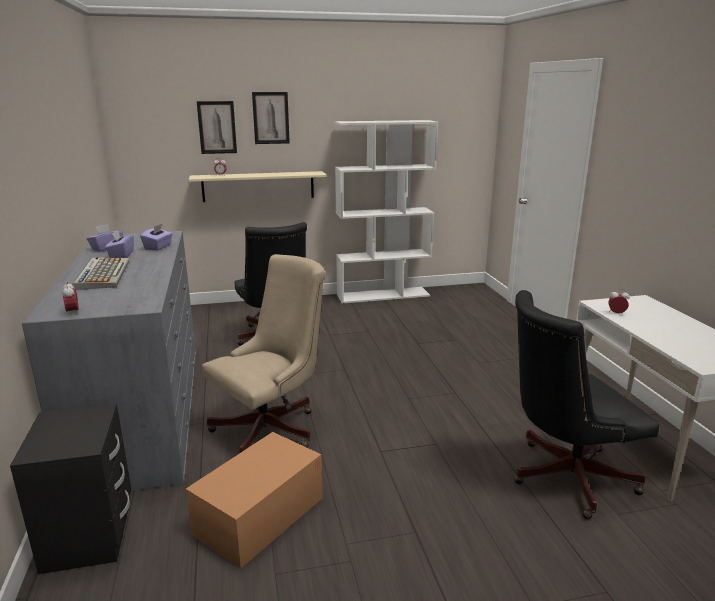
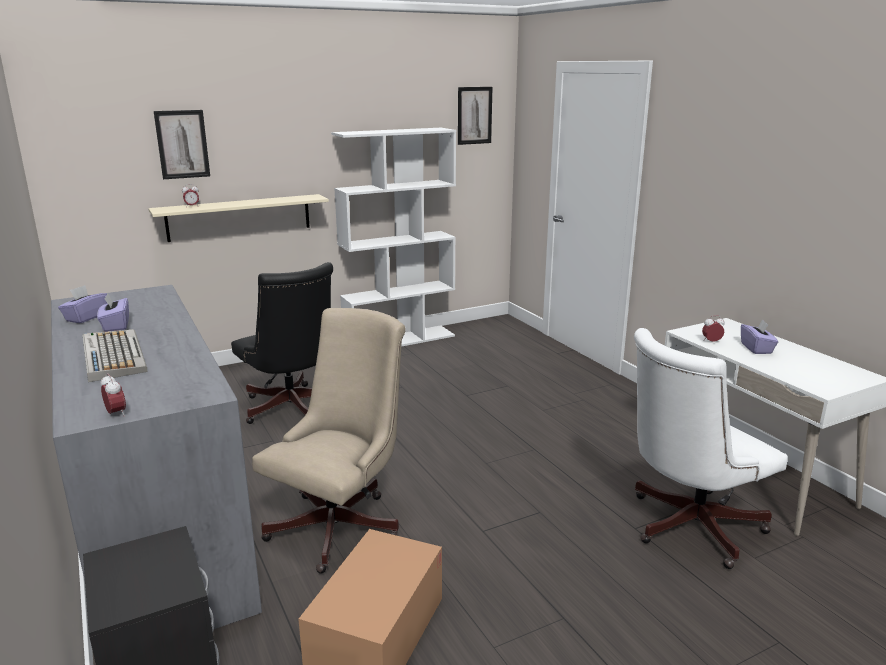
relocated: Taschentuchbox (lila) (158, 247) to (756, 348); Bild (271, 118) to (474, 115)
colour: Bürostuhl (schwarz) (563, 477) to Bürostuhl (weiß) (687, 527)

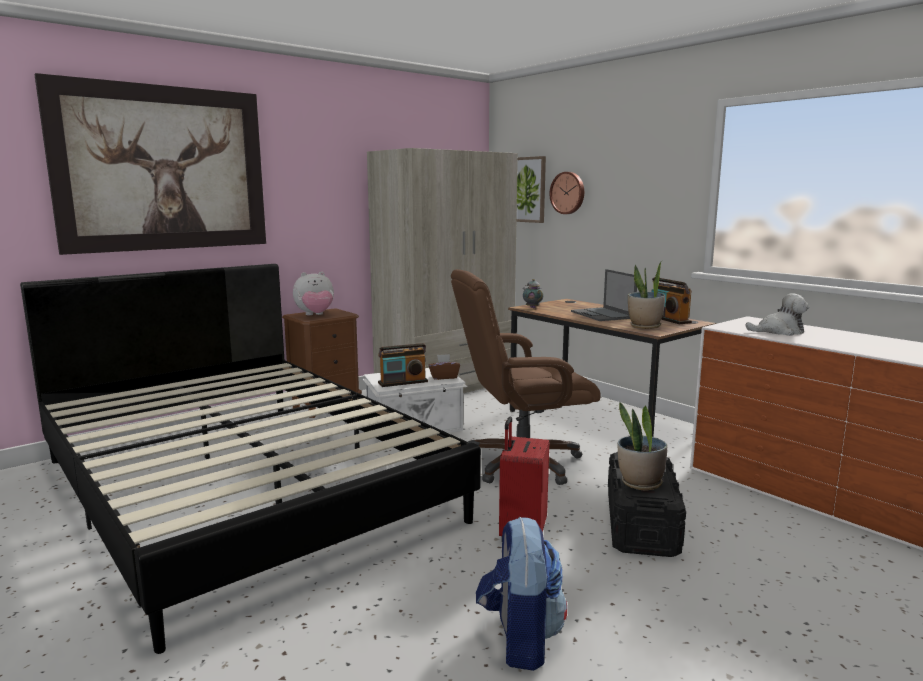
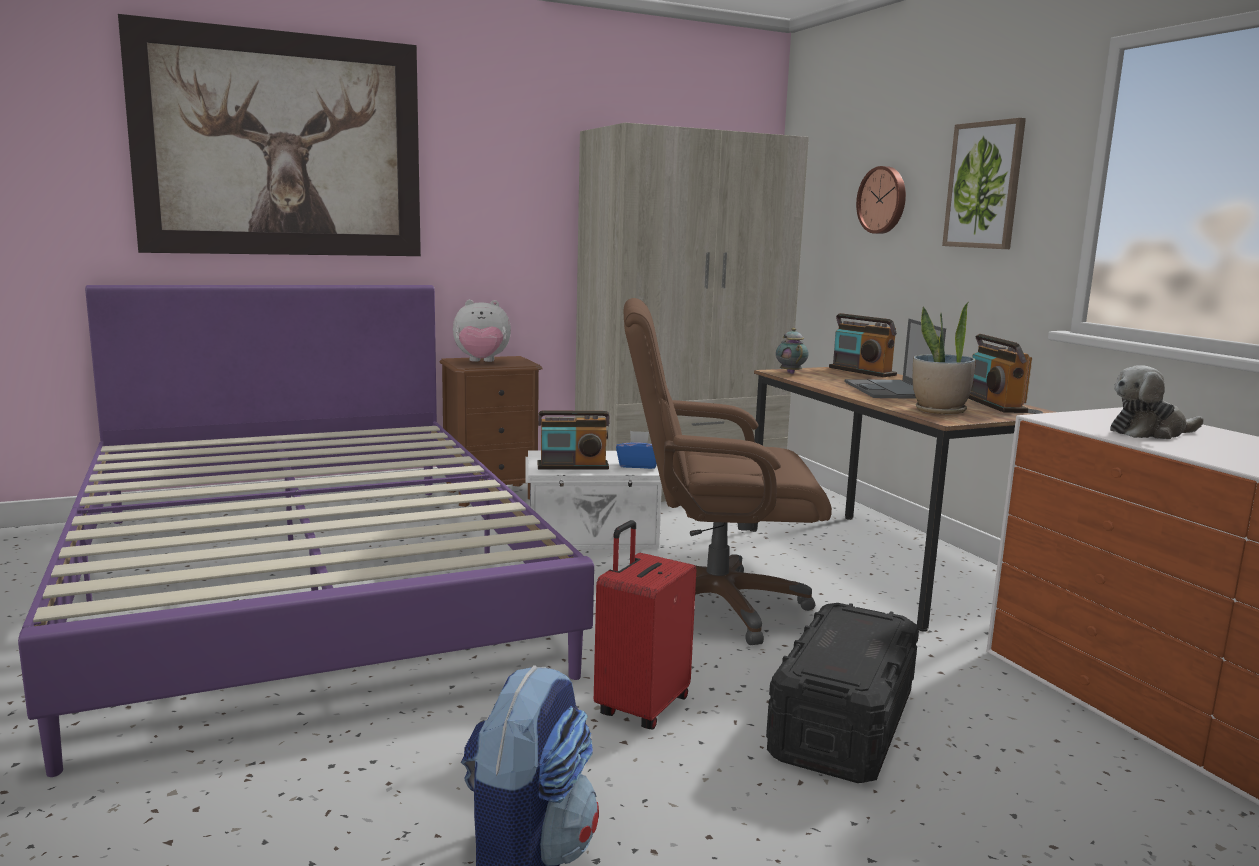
missing: Topfpflanze (640, 483)
appeared: Radio (861, 371)
relocated: Bild (528, 189) to (984, 185)
colour: Bett (schwarz) (242, 487) to Bett (lila) (307, 584); Taschentuchbox (braun) (444, 377) to Taschentuchbox (blau) (638, 465)
spun: Plüschtier (779, 331) = (1150, 433) 150 degrees clockwise

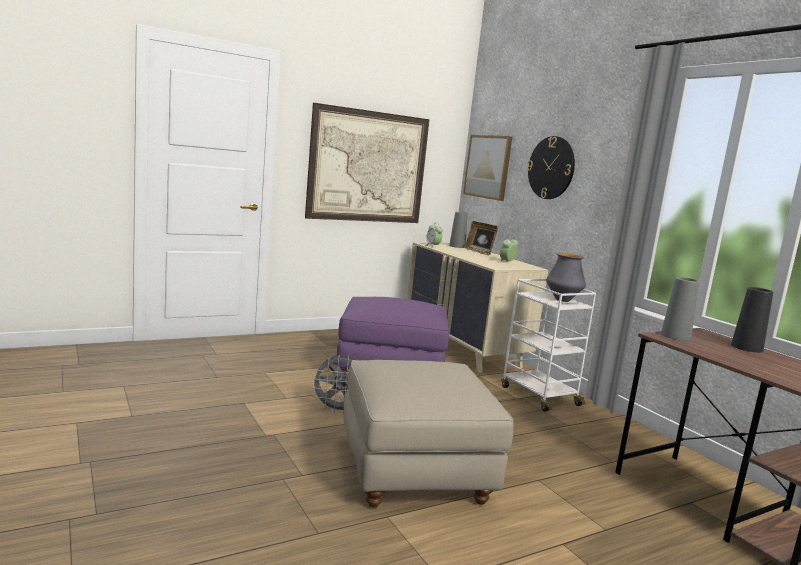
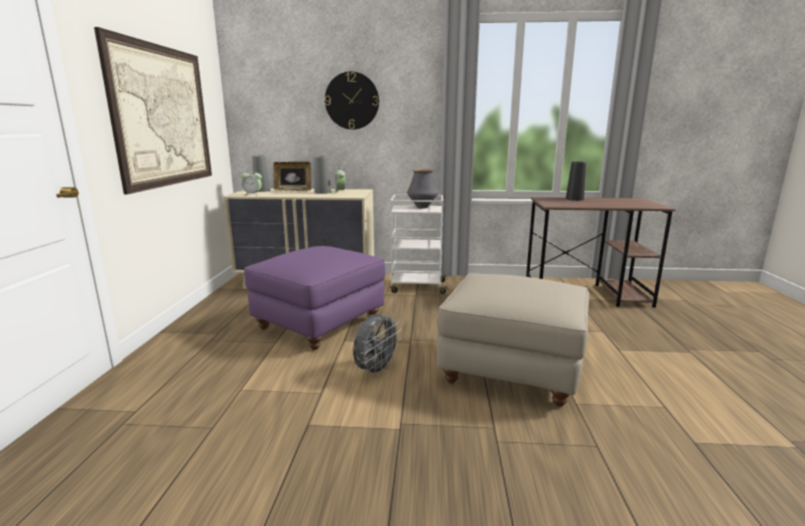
missing: Bild (488, 167)
relocated: Vase (grau) (675, 336) to (322, 192)

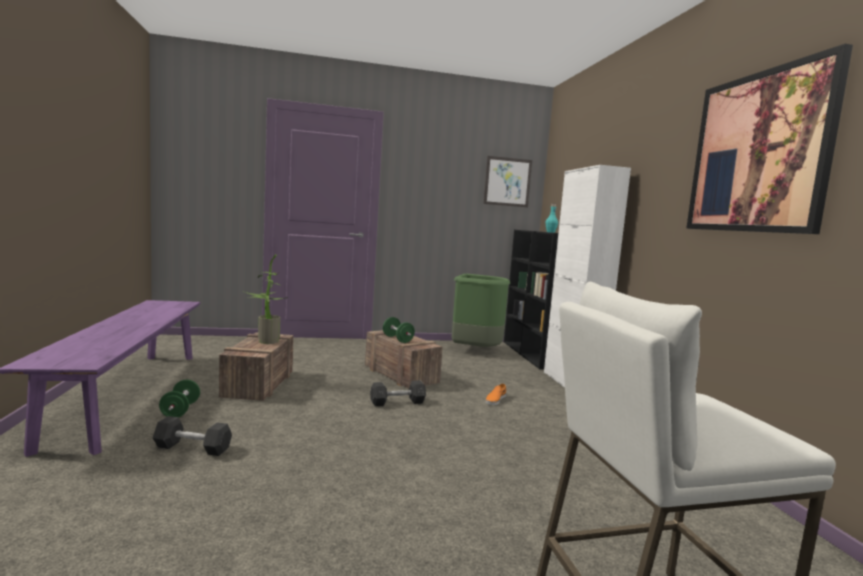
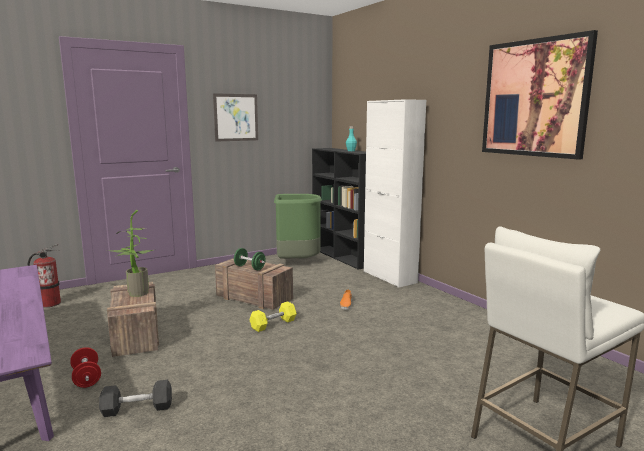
appeared: Feuerlöscher (49, 304)
relocated: Bild (507, 182) to (236, 117)
colour: Hantel (grün) (180, 410) to Hantel (rot) (86, 378); Hantel (grau) (397, 402) to Hantel (gelb) (273, 324)

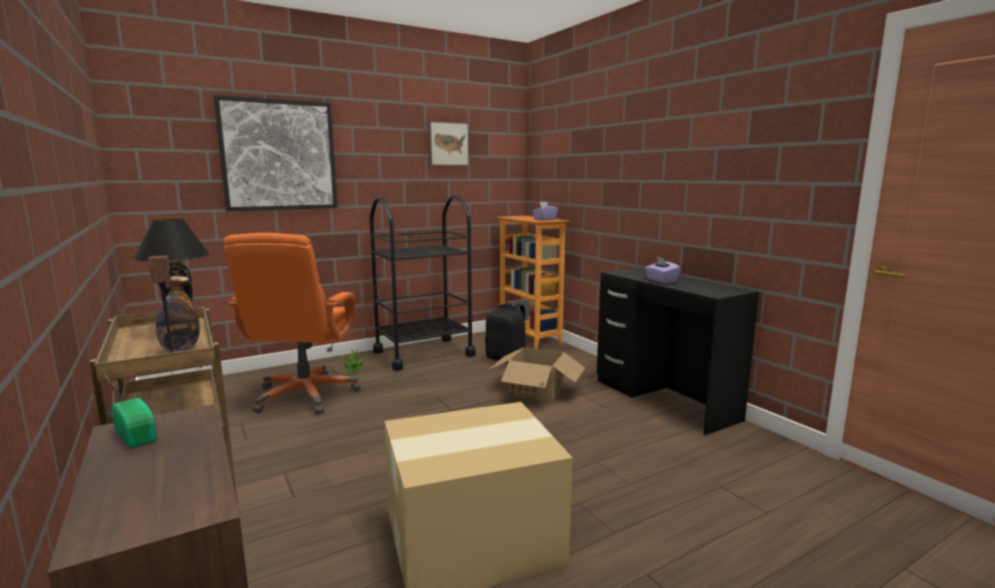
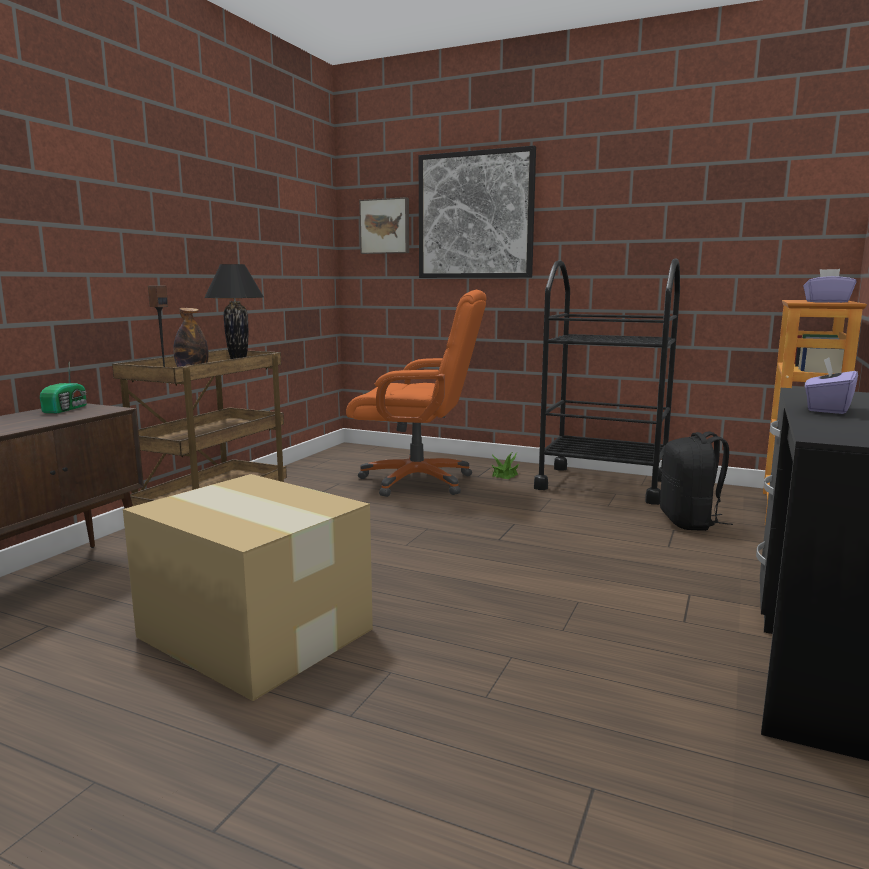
missing: Karton (536, 390)
relocated: Bild (447, 144) to (385, 226)
spun: Bürostuhl (orange) (305, 395) = (418, 481) 135 degrees counterclockwise

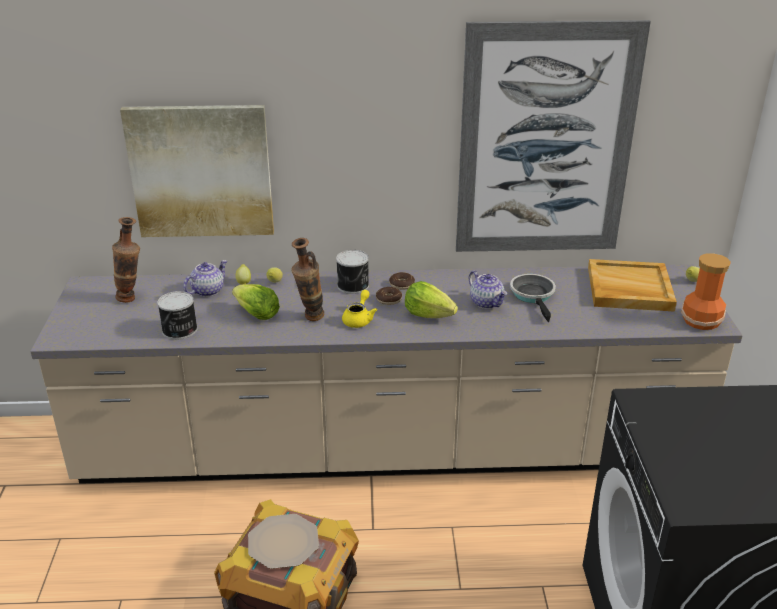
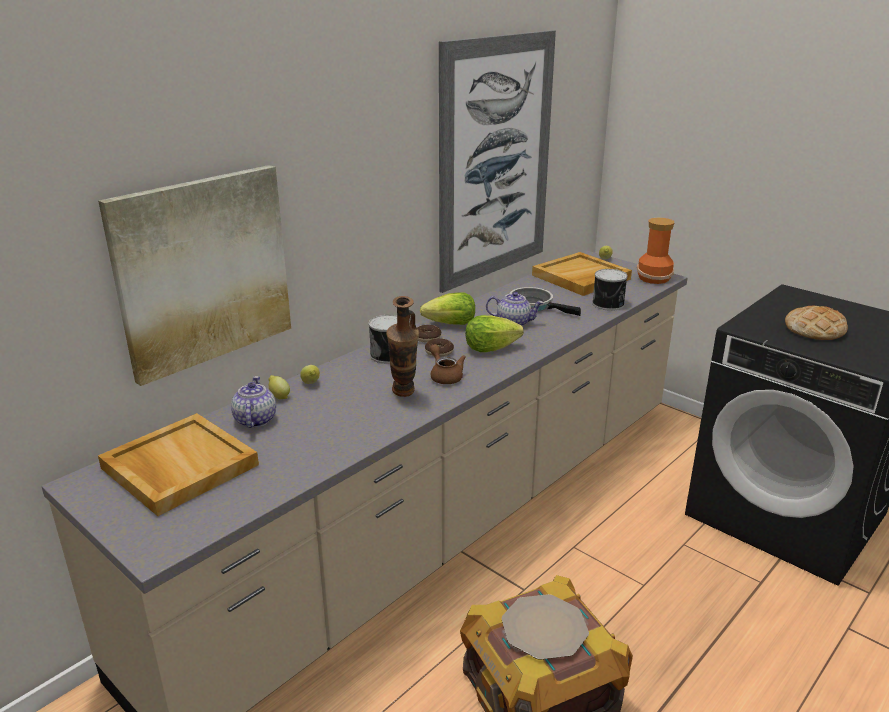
appeared: Brot (815, 329)
relocated: Dose (179, 330) to (609, 304); Salatkopf (257, 314) to (451, 324)
exchanged: Vase (132, 299) to Tablett (beige) (178, 466)
colour: Teekanne (gelb) (359, 319) to Teekanne (braun) (445, 376)

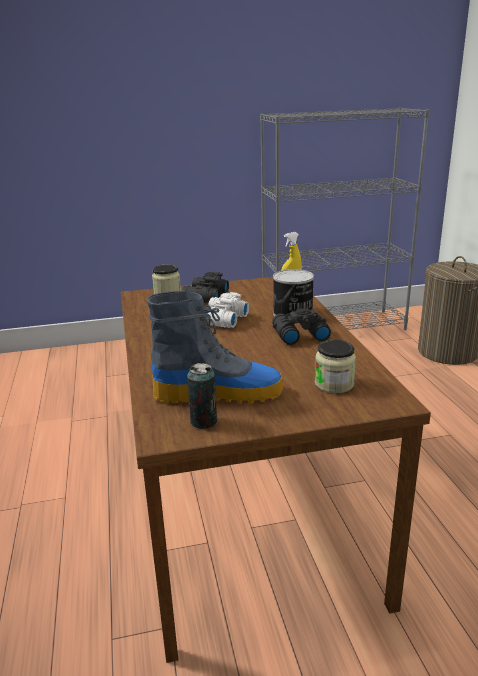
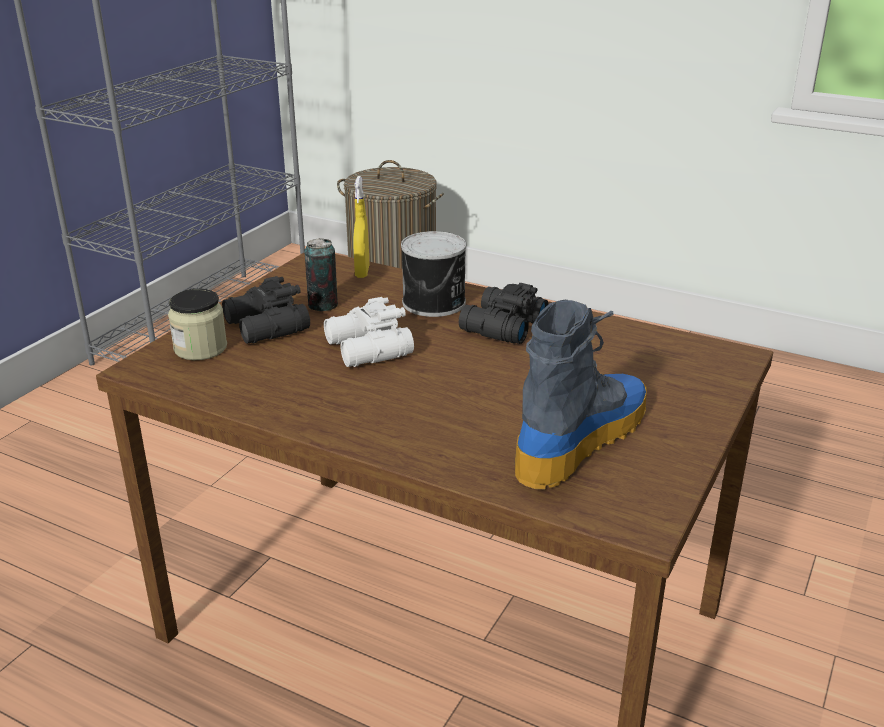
missing: Vorratsglas (334, 384)
relocated: Dose (203, 422) to (323, 305)

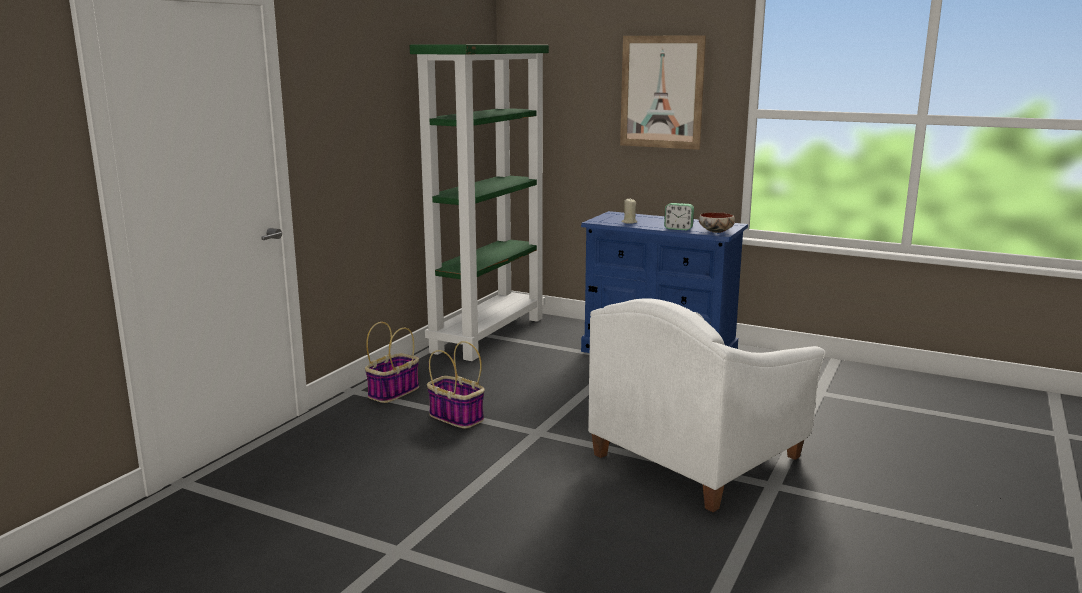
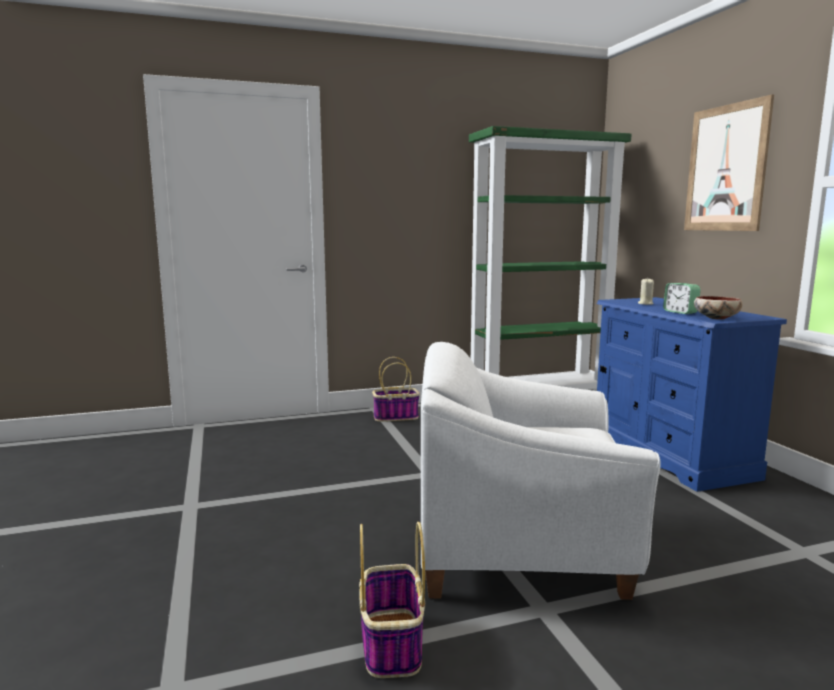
relocated: Korb (455, 417) to (391, 642)

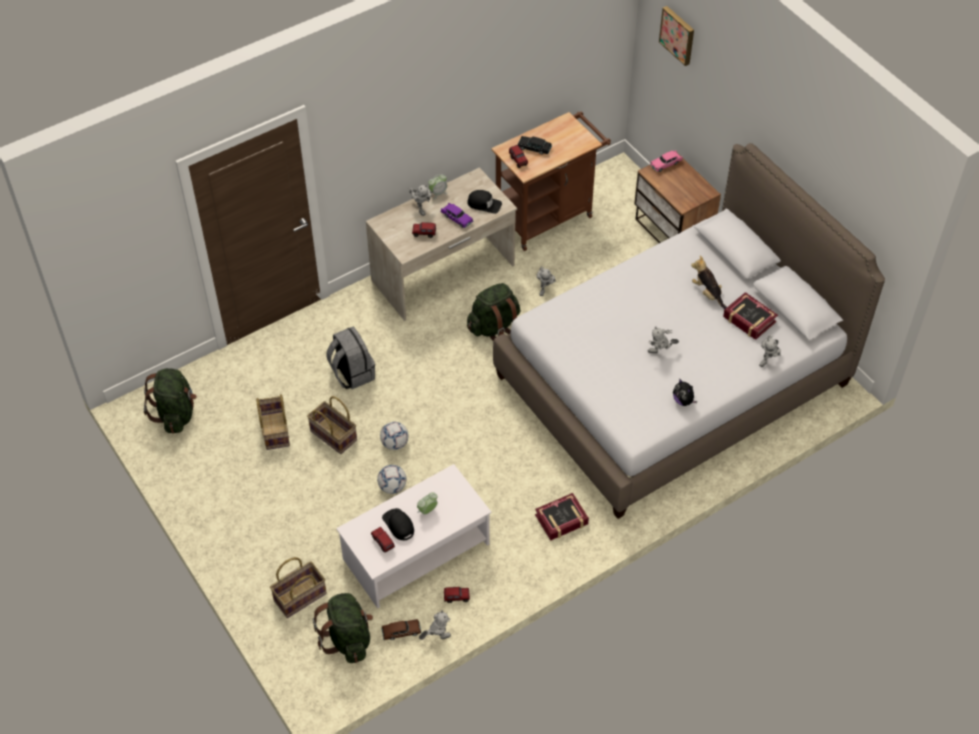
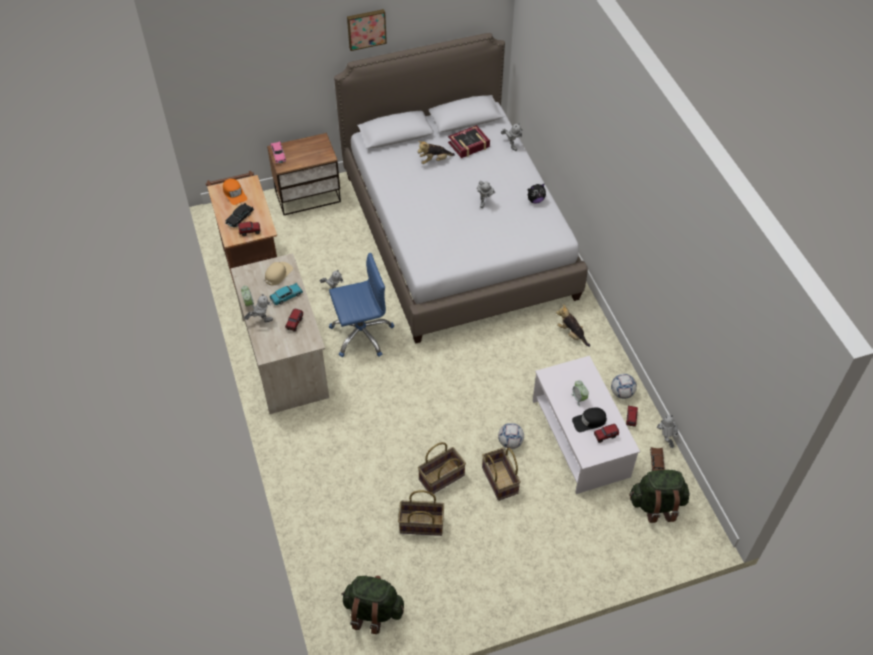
missing: Rucksack (grau) (352, 373)
appeared: Kappe (orange) (234, 194)
relocated: Korb (300, 596) to (499, 480); Fußball (394, 443) to (622, 393); Bild (678, 35) to (366, 28)
exchanged: Rucksack (grün) (494, 327) to Bürostuhl (blau) (361, 334); Buch (561, 520) to Plüschtier (571, 334)
colour: Spielzeugauto (lila) (456, 218) to Spielzeugauto (türkis) (286, 297); Kappe (schwarz) (484, 204) to Kappe (beige) (278, 274)

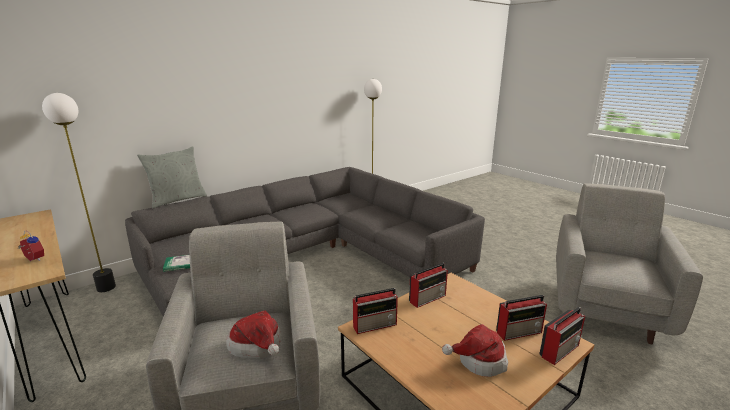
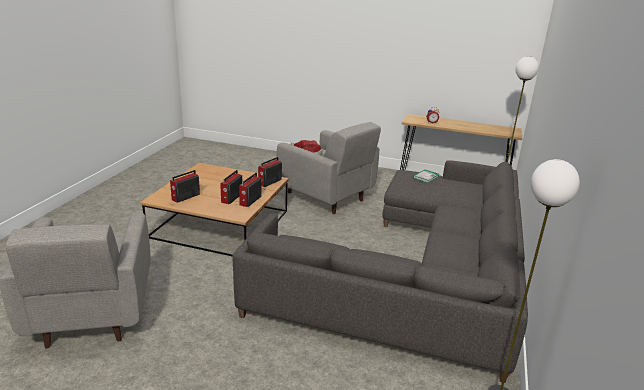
missing: Kissen (grau) (177, 200); Hut (479, 360)
relocated: Radio (560, 350) to (231, 198)

